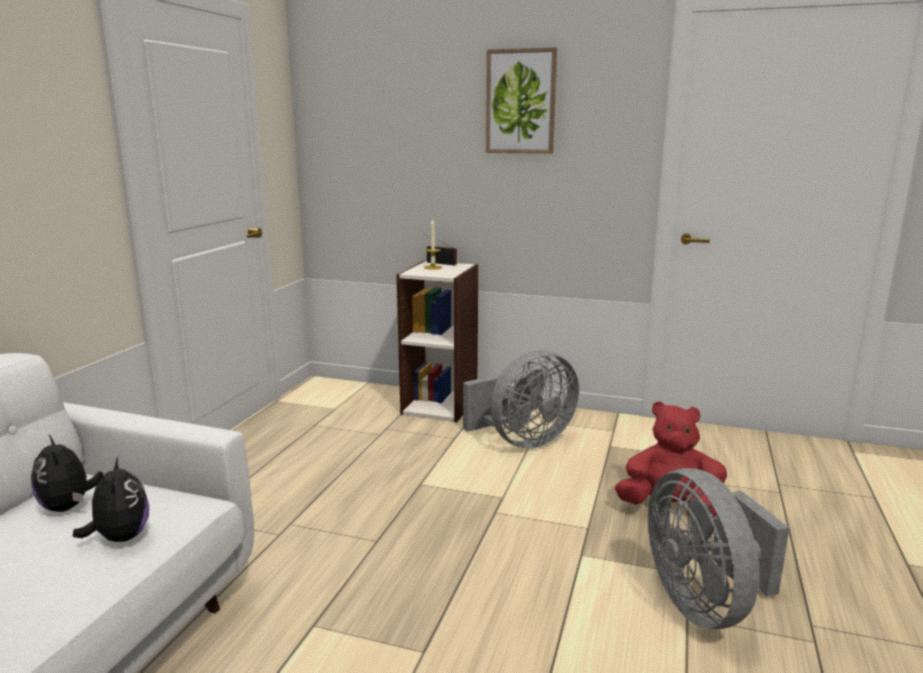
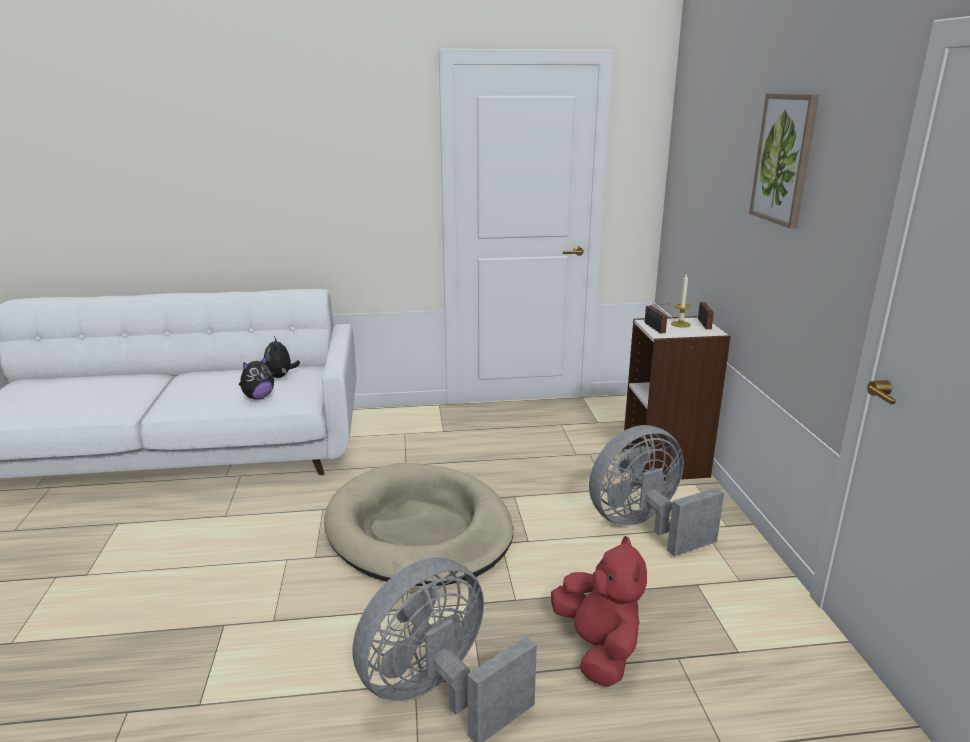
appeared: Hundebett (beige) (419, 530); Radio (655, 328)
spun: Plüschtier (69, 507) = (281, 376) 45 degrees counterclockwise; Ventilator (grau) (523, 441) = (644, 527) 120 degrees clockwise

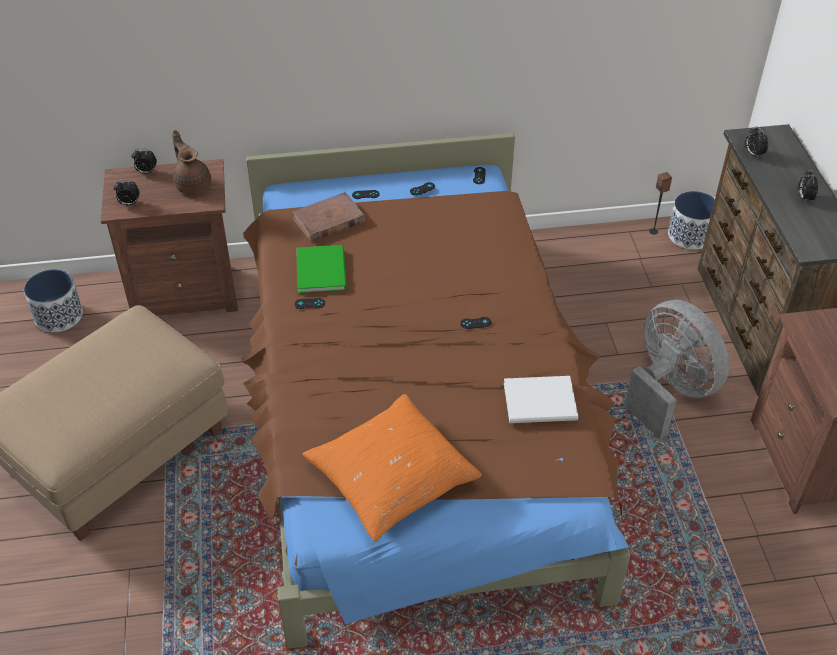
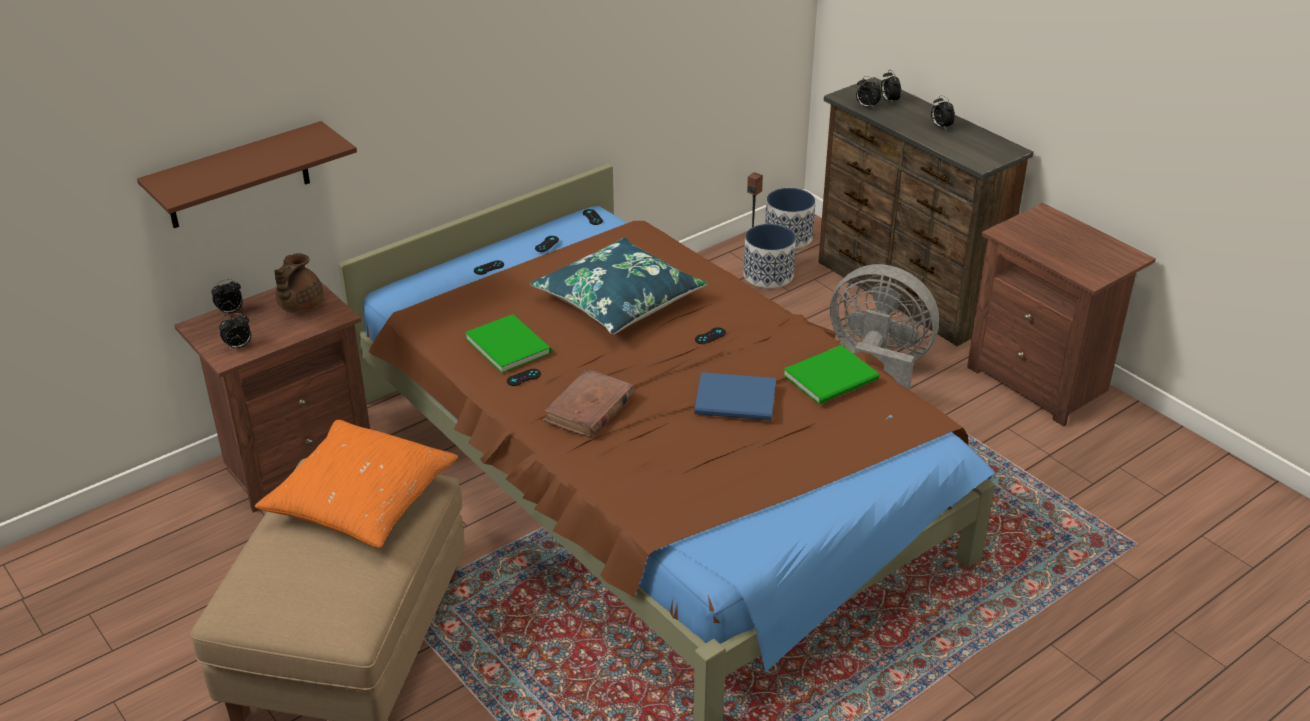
appeared: Wandregal (braun) (237, 176); Kissen (blau) (619, 300); Buch (blau) (737, 401); Wecker (889, 100)
relocated: Pflanzkübel (58, 316) to (767, 276); Buch (braun) (328, 220) to (589, 408); Kissen (orange) (391, 477) to (360, 500)
colour: Buch (weiß) (542, 403) to Buch (grün) (834, 377)
spun: Teekanne (braun) (193, 184) = (299, 306) 105 degrees counterclockwise

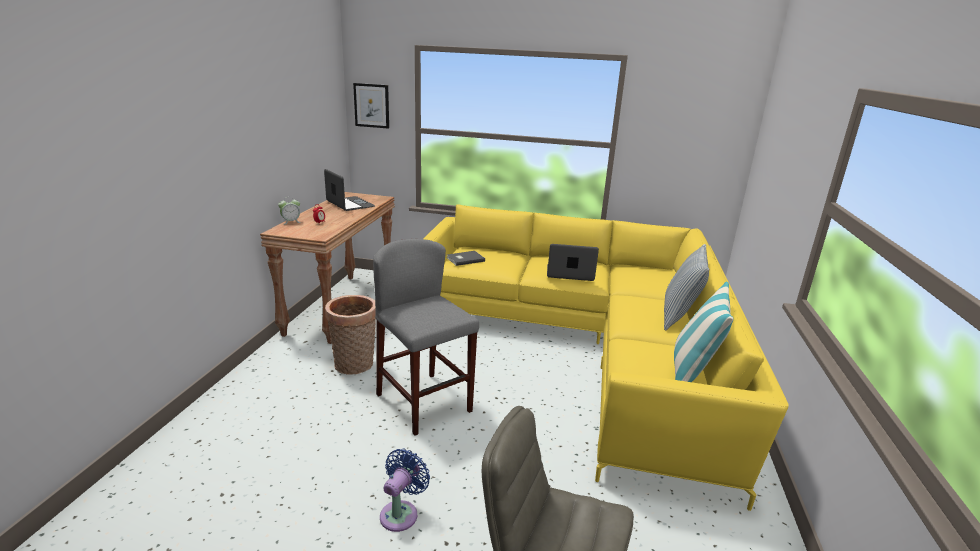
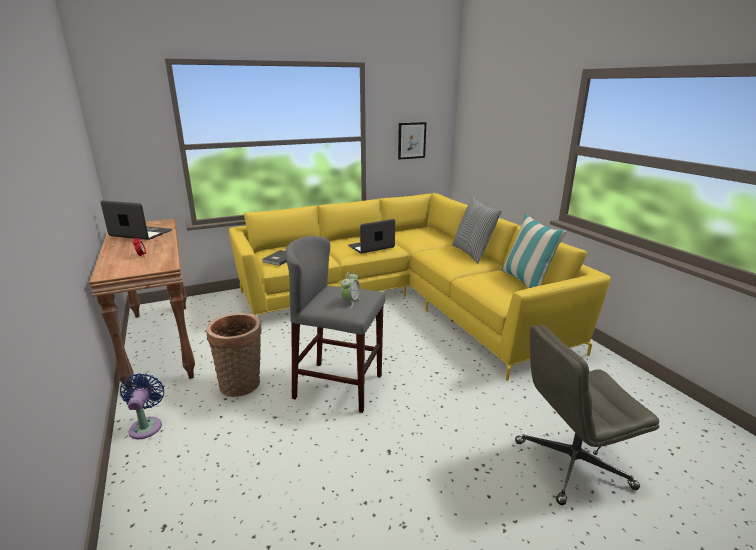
relocated: Wecker (291, 222) to (350, 301); Bild (371, 105) to (411, 140); Ventilator (blau) (401, 513) to (146, 425)

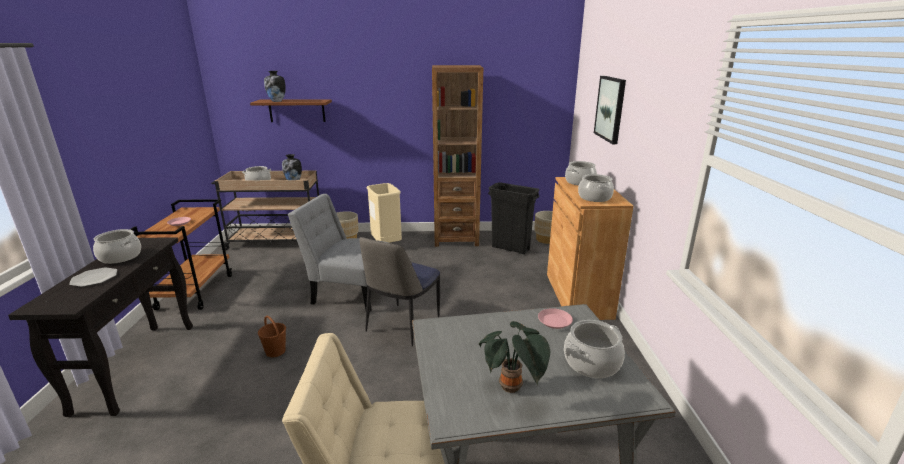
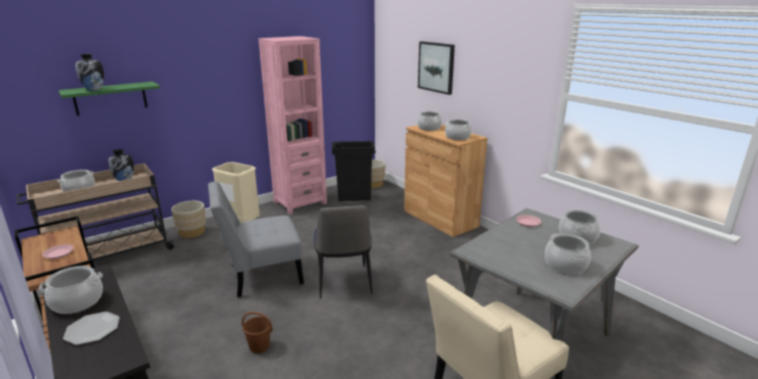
exchanged: Topfpflanze (512, 388) to Kochtopf (565, 264)
colour: Wandregal (braun) (297, 110) to Wandregal (grün) (110, 98); Bücherregal (braun) (456, 239) to Bücherregal (rosa) (300, 202)

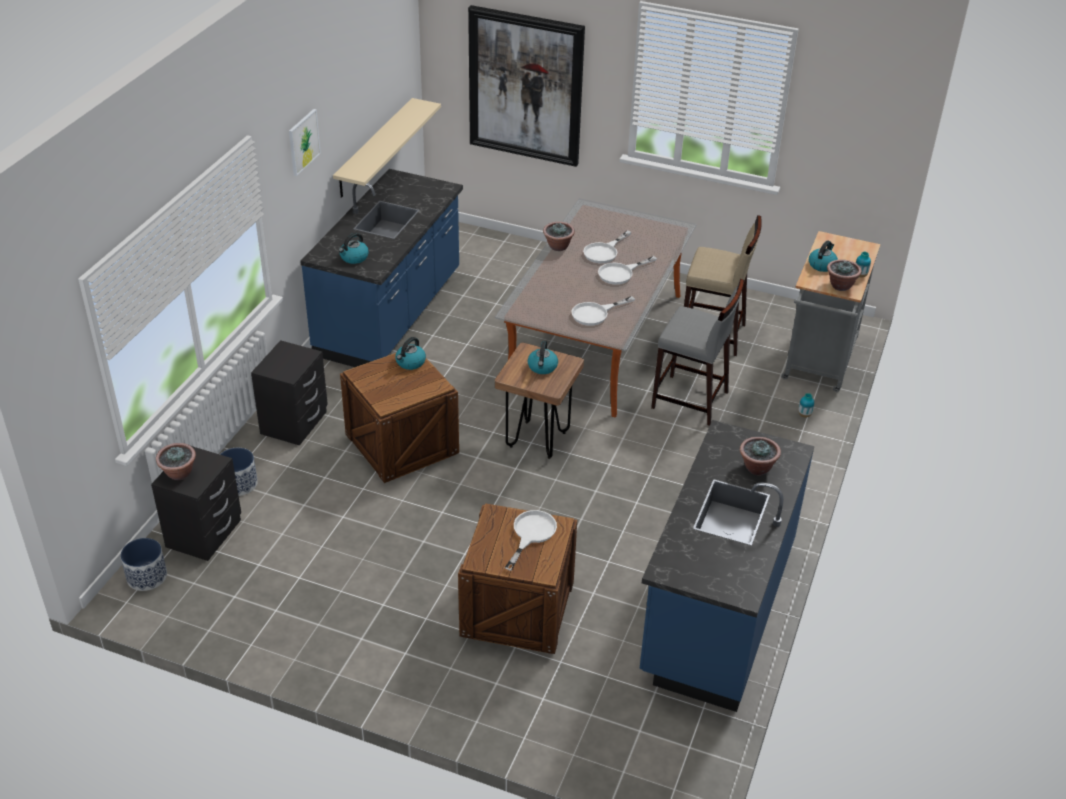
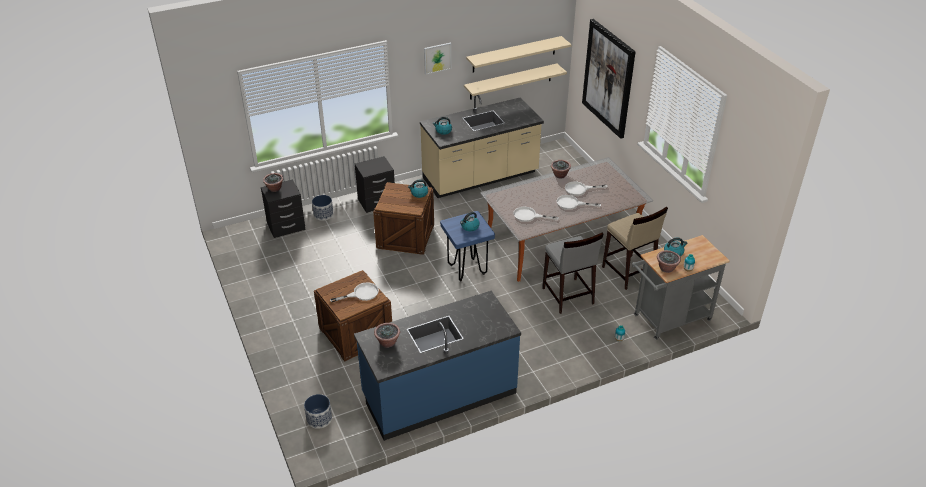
appeared: Wandregal (beige) (514, 54)
relocated: Pflanzkübel (147, 576) to (319, 419); Topfpflanze (757, 468) to (387, 342)
colour: Küchenzeile (blau) (390, 314) to Küchenzeile (beige) (480, 177); Hocker (braun) (537, 440) to Hocker (blau) (467, 270)

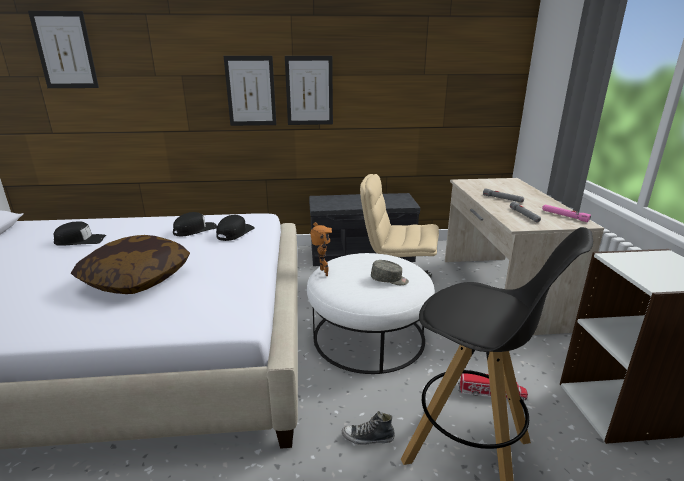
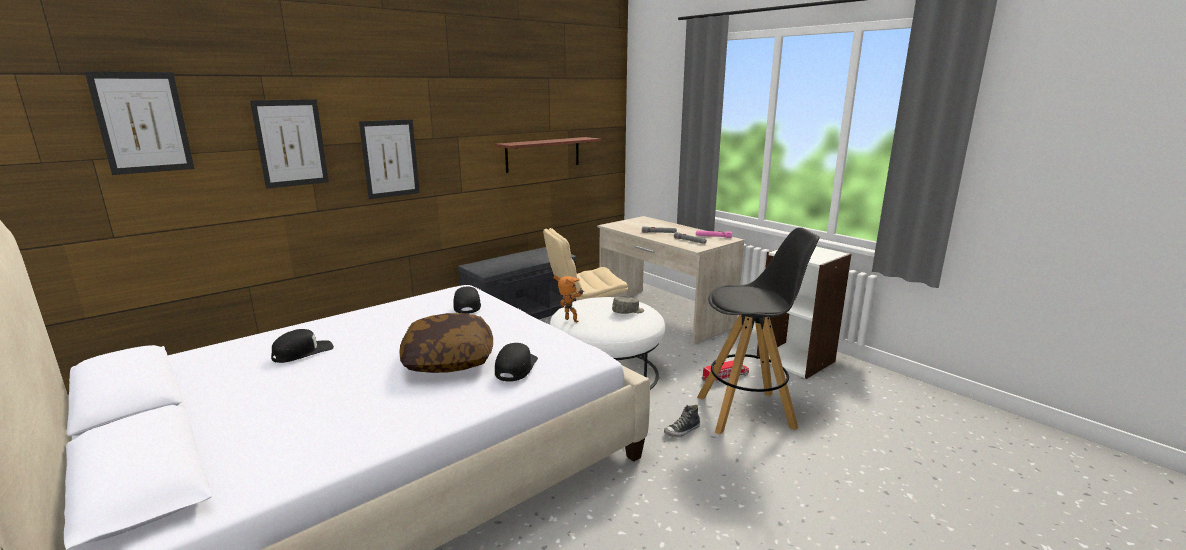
appeared: Wandregal (543, 154)
relocated: Kappe (schwarz) (195, 230) to (515, 367); Bild (309, 91) to (291, 143)

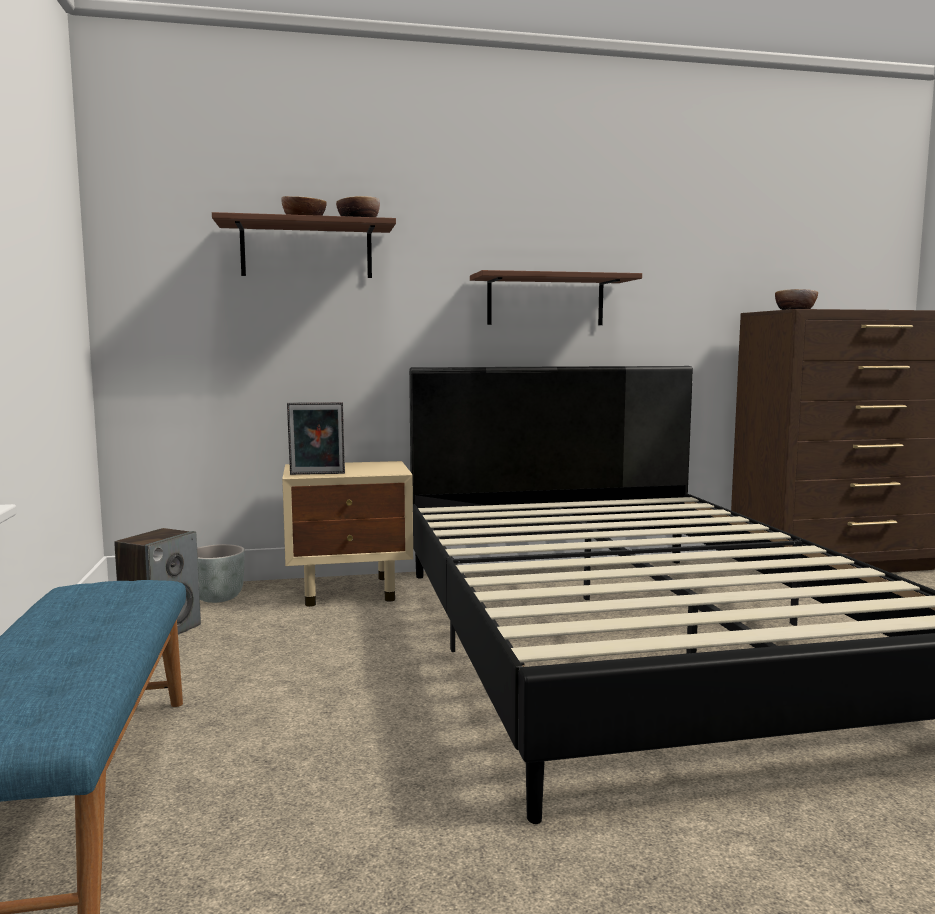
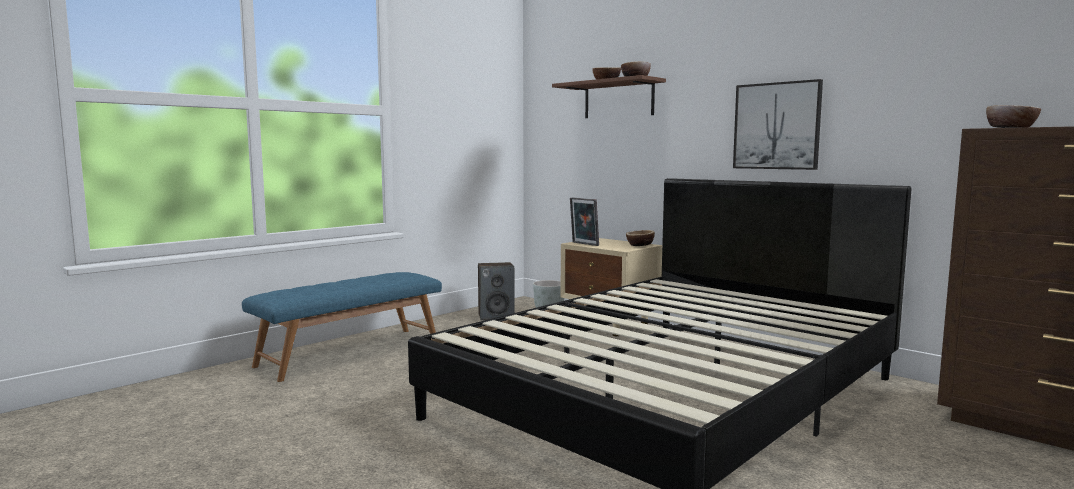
appeared: Schüssel (640, 245)
exchanged: Wandregal (545, 301) to Bild (777, 126)

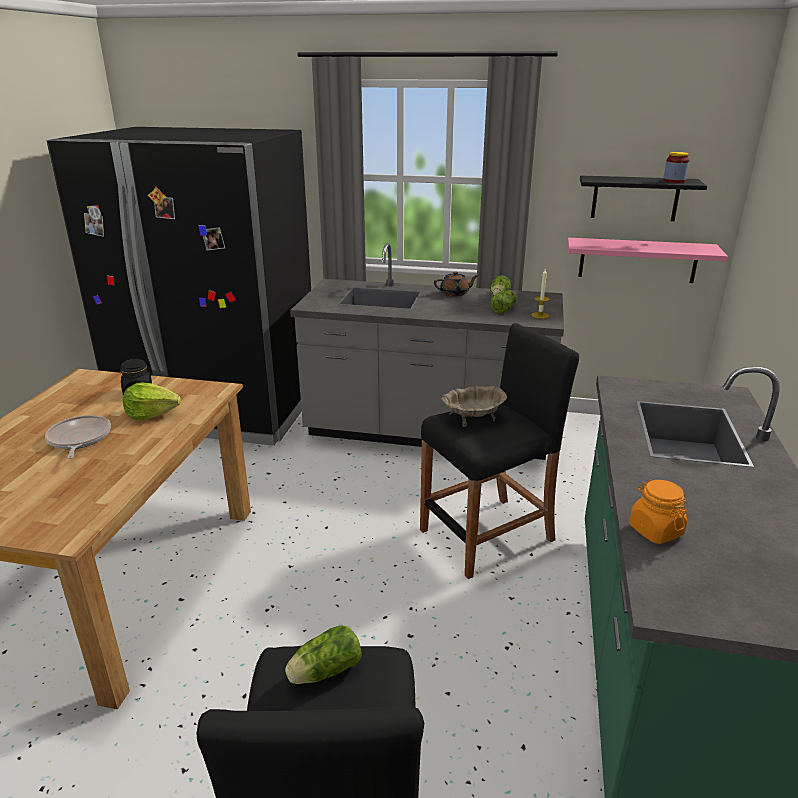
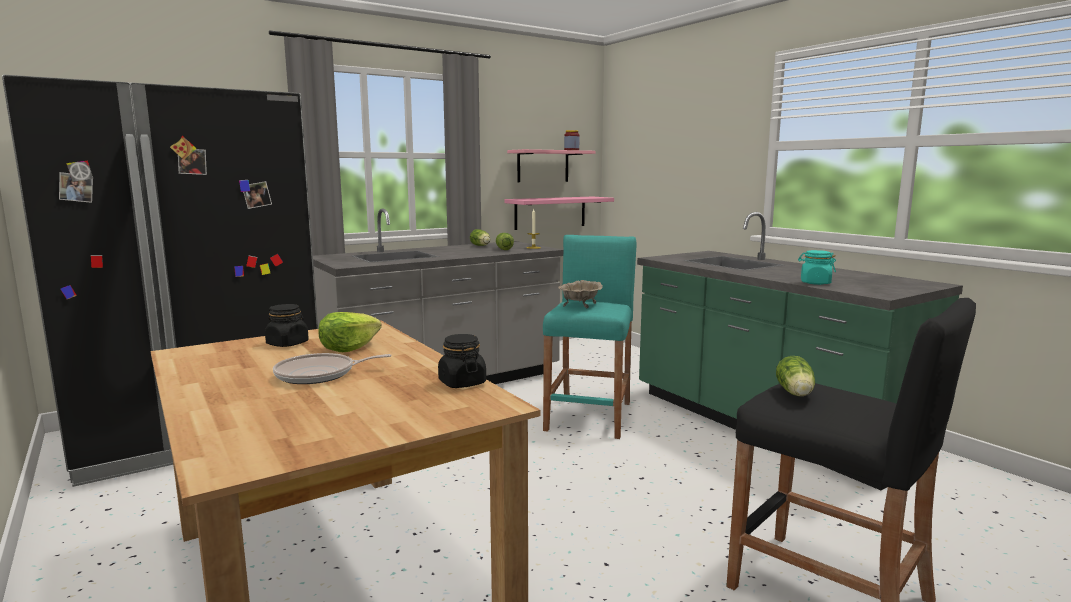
missing: Teekanne (braun) (455, 293)
appeared: Vorratsglas (schwarz) (462, 383)
colour: Hocker (schwarz) (487, 536) to Hocker (türkis) (590, 416); Wandregal (schwarz) (635, 198) to Wandregal (rosa) (543, 166); Vorratsglas (orange) (655, 530) to Vorratsglas (türkis) (815, 283)
spun: Pfanne (79, 439) = (319, 374) 45 degrees counterclockwise

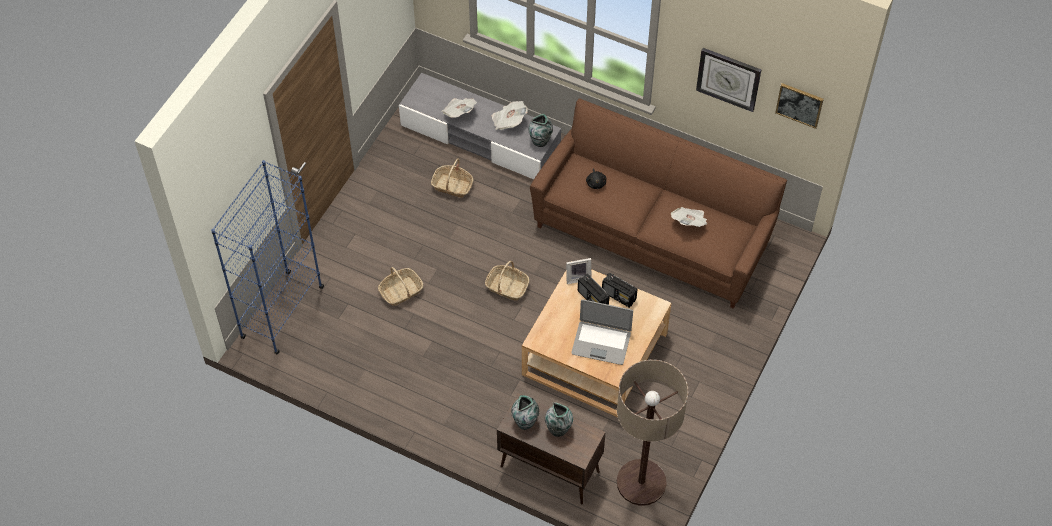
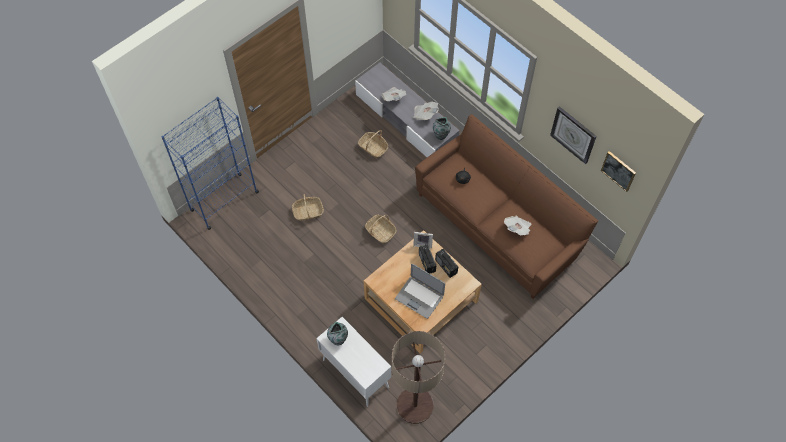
missing: Vase (558, 429)
colour: Schrank (braun) (549, 469) to Schrank (weiß) (355, 373)

